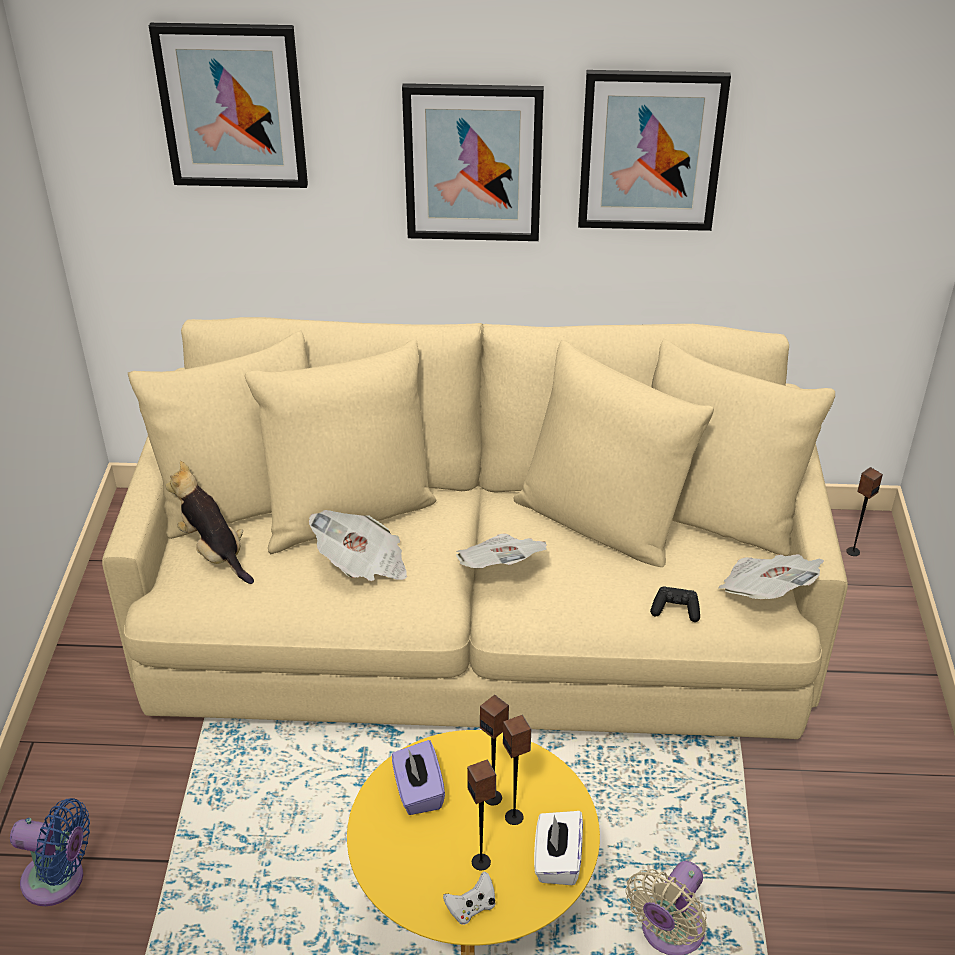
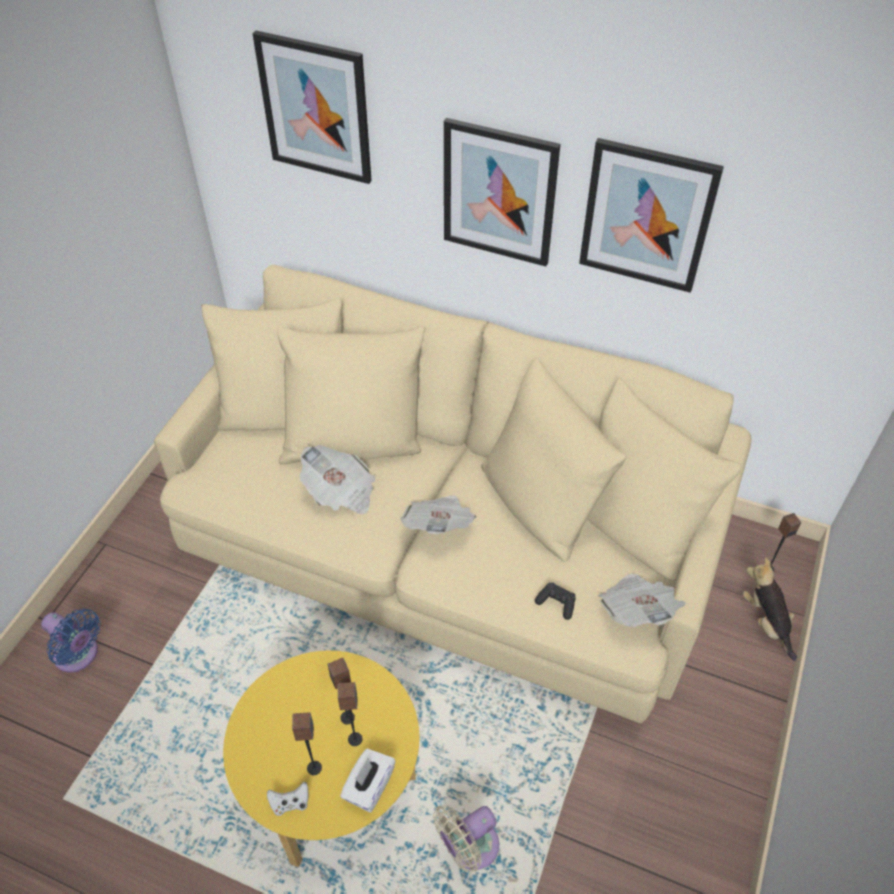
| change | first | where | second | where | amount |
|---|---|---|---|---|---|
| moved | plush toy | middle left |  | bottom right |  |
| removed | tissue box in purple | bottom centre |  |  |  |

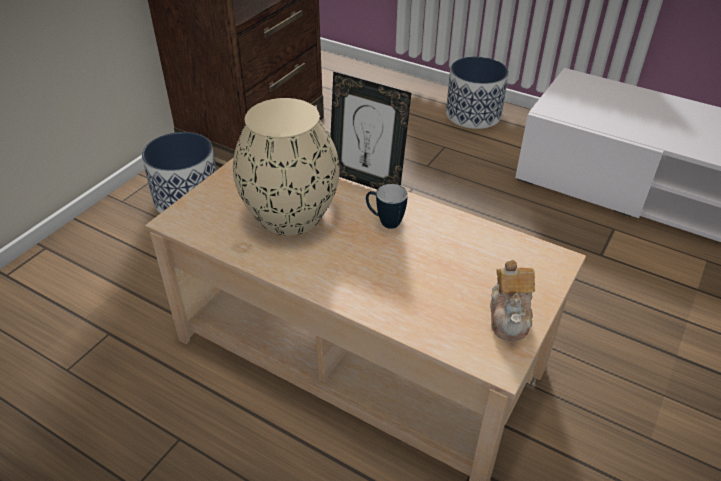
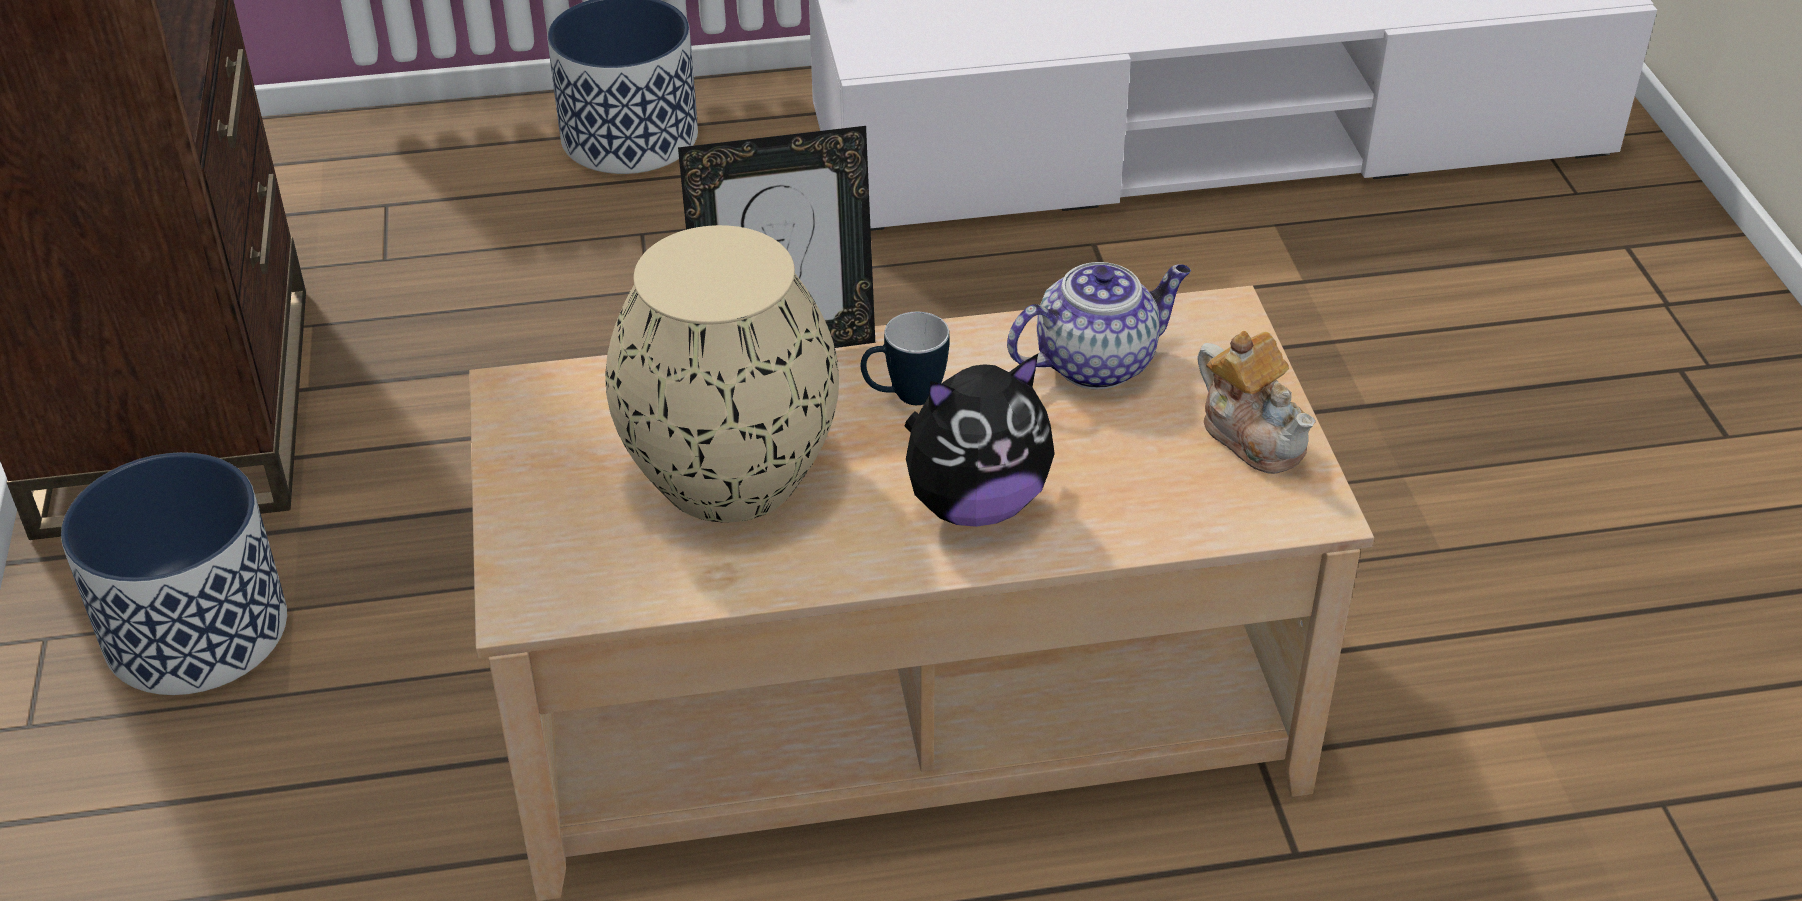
| change | first | where | second | where | amount |
|---|---|---|---|---|---|
| added |  |  | teapot (1st from left) | centre |  |
| added |  |  | plush toy | centre |  |

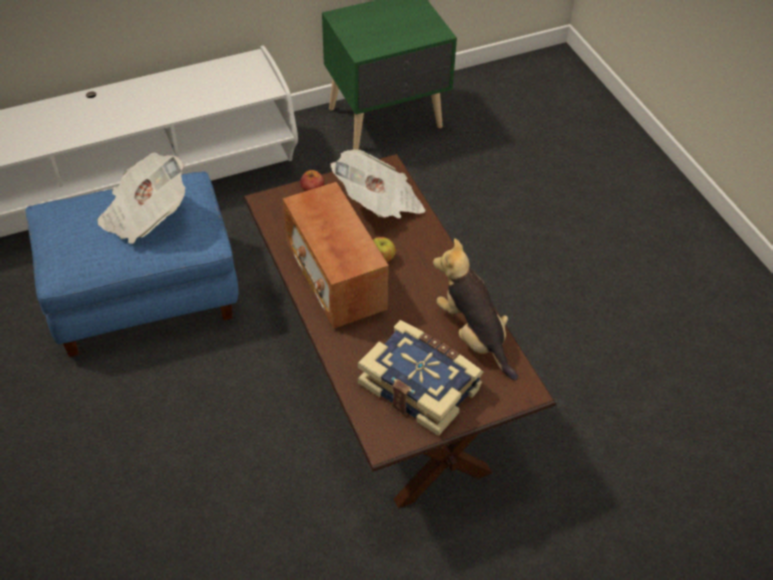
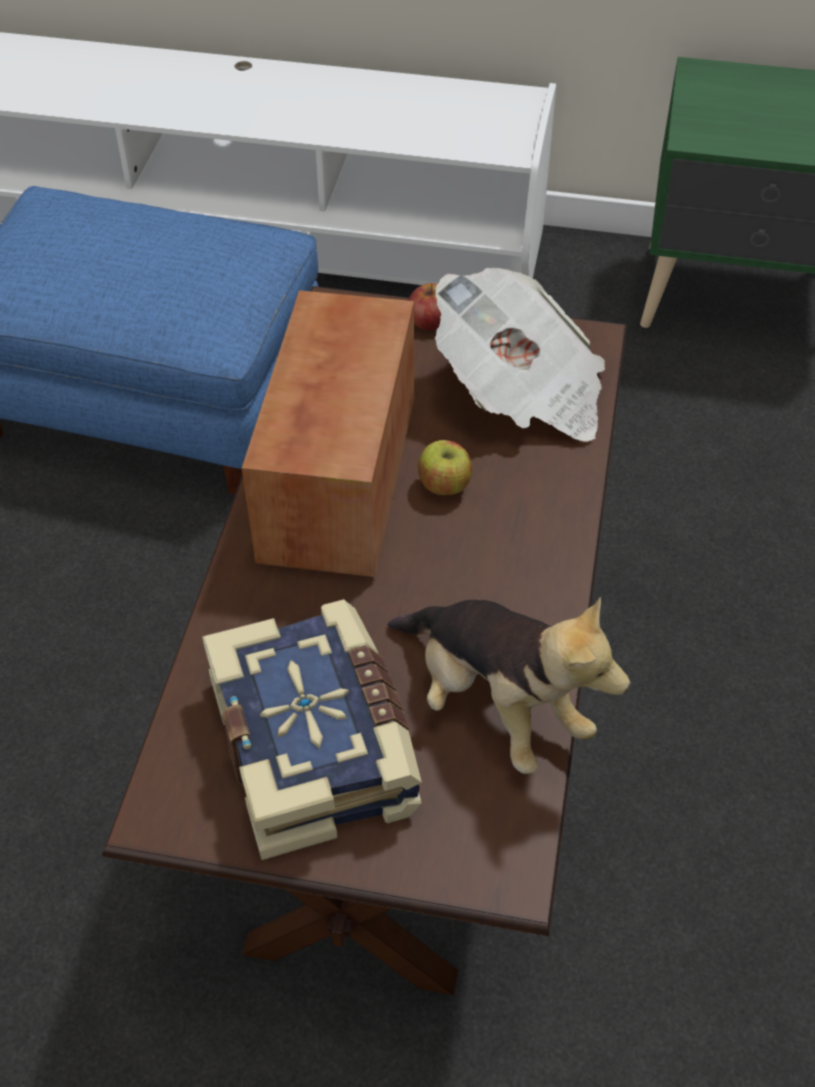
| change | first | where | second | where | amount |
|---|---|---|---|---|---|
| removed | newspaper (1st from left) | middle left |  |  |  |
| turned | plush toy | centre |  | centre | 135 degrees clockwise |

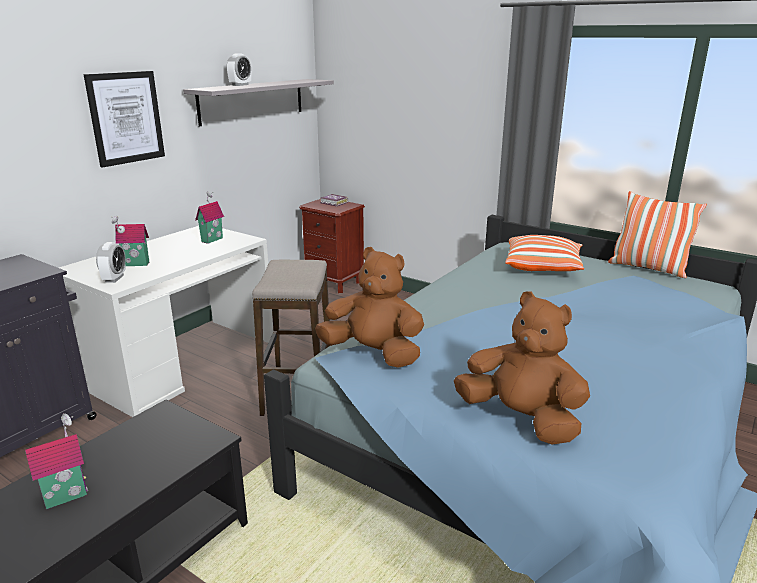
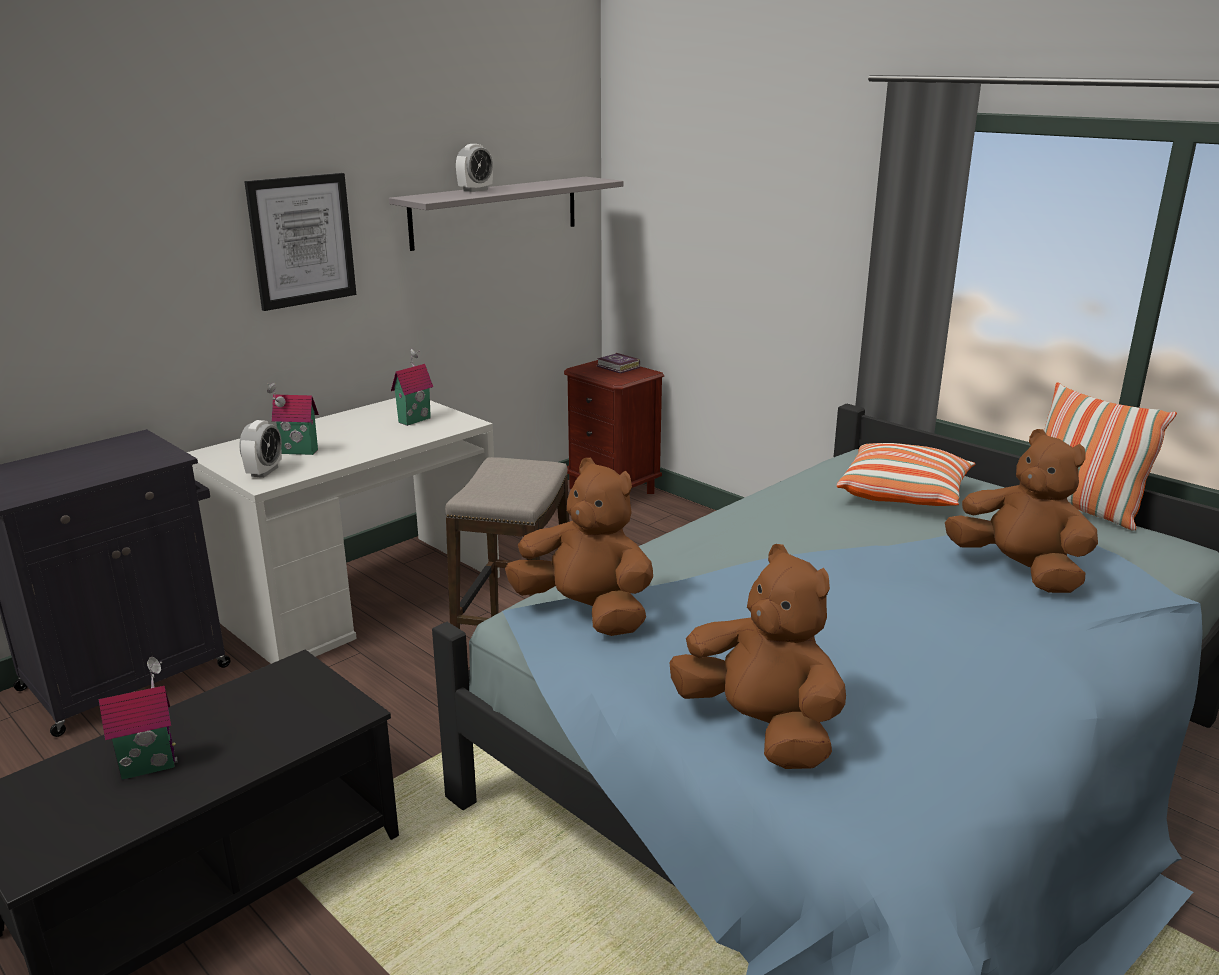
| change | first | where | second | where | amount |
|---|---|---|---|---|---|
| added |  |  | plush toy in brown (3rd from left) | middle right |  |

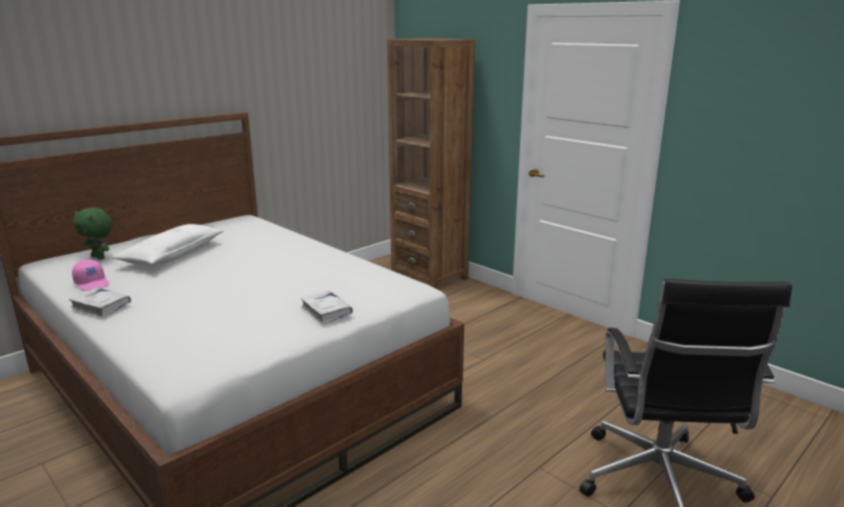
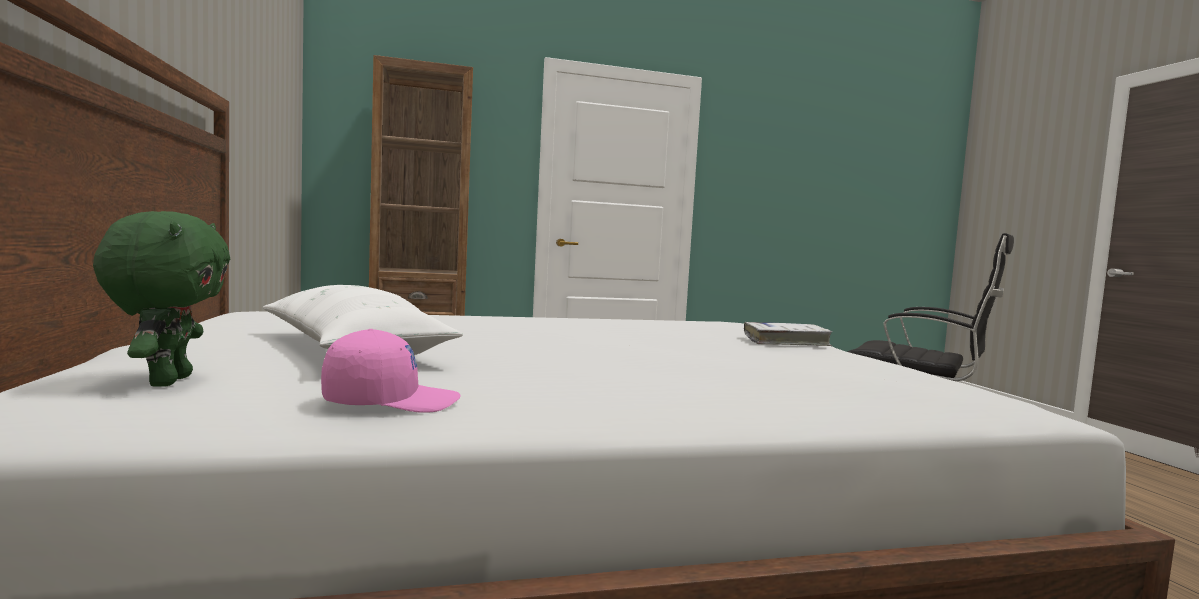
| change | first | where | second | where | amount |
|---|---|---|---|---|---|
| turned | plush toy in green | middle left |  | middle left | 75 degrees counterclockwise |
| removed | book in white (1st from left) | middle left |  |  |  |

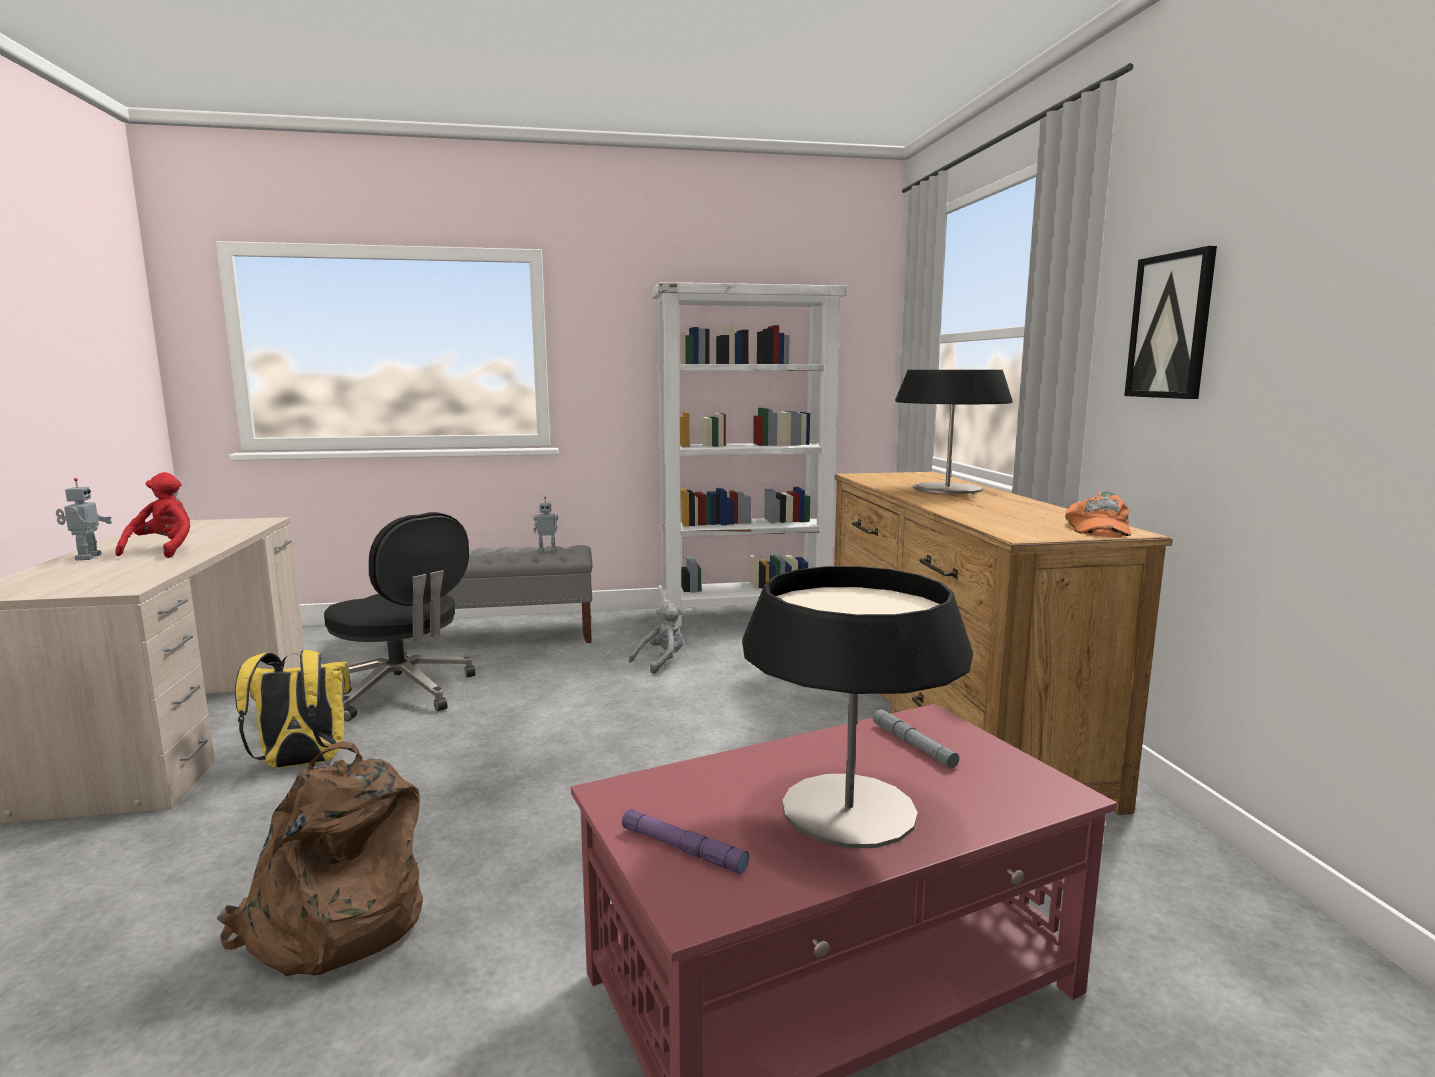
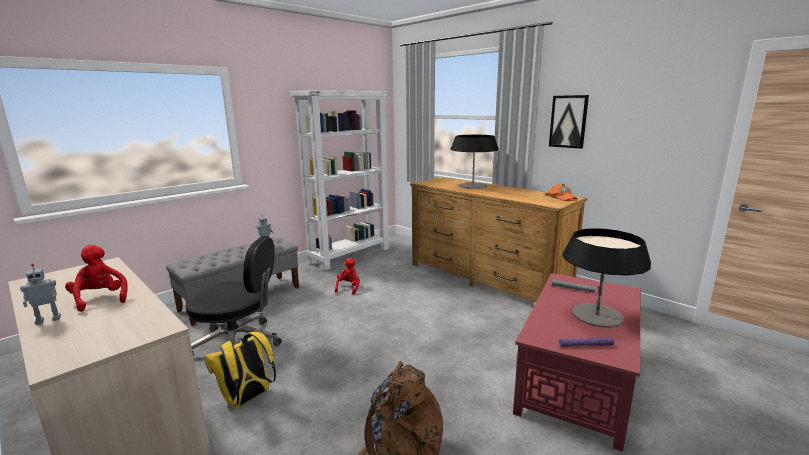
| change | first | where | second | where | amount |
|---|---|---|---|---|---|
| turned | toy robot (1st from left) | middle left |  | middle left | 105 degrees clockwise |
| recoloured | plush toy in grey | centre | plush toy in red (2nd from left) | centre |  |

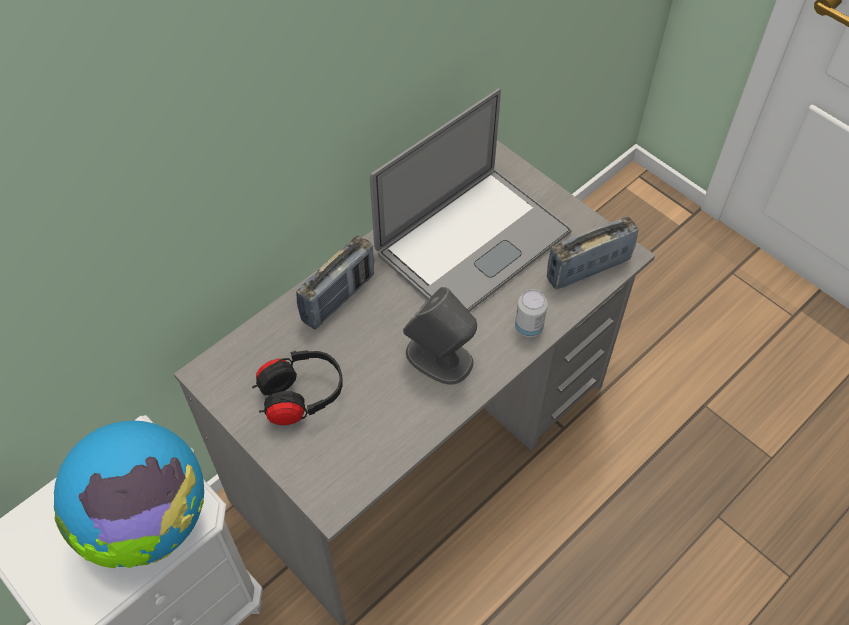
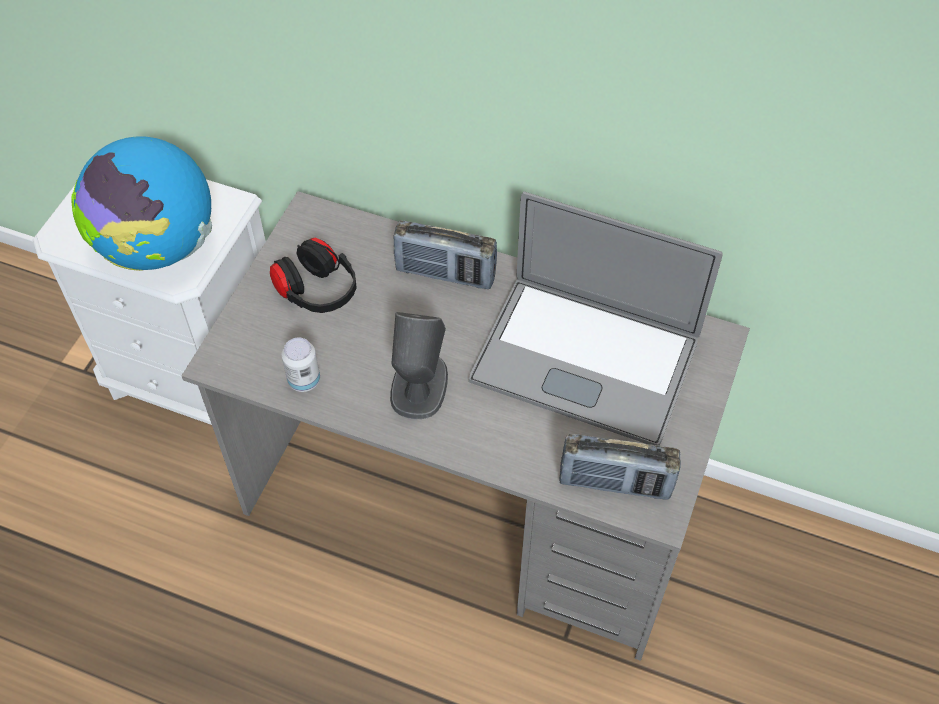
| change | first | where | second | where | amount |
|---|---|---|---|---|---|
| turned | radio (2nd from left) | middle right |  | centre | 150 degrees clockwise |
| moved | can | centre |  | middle left |  |

